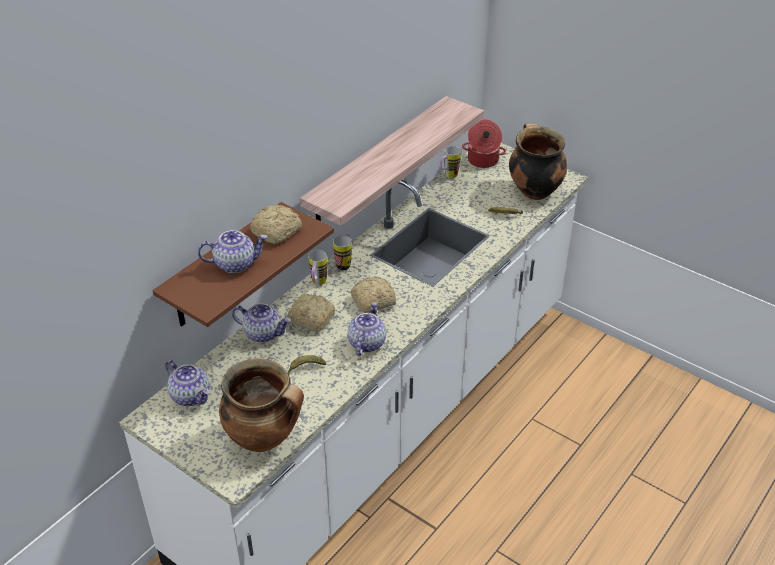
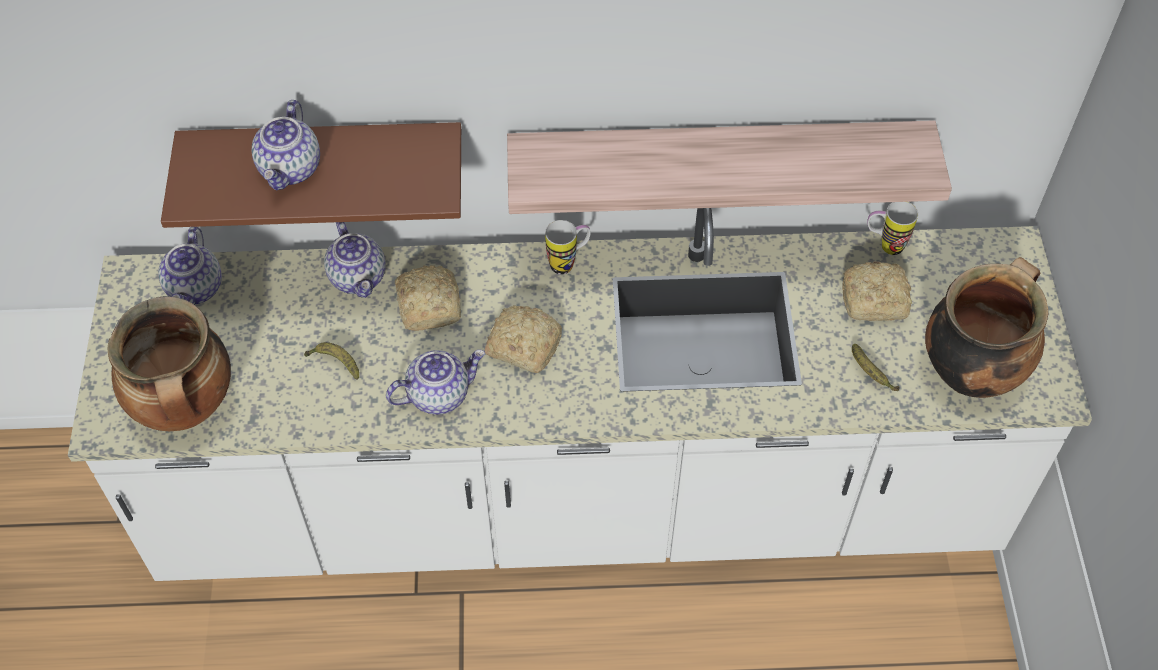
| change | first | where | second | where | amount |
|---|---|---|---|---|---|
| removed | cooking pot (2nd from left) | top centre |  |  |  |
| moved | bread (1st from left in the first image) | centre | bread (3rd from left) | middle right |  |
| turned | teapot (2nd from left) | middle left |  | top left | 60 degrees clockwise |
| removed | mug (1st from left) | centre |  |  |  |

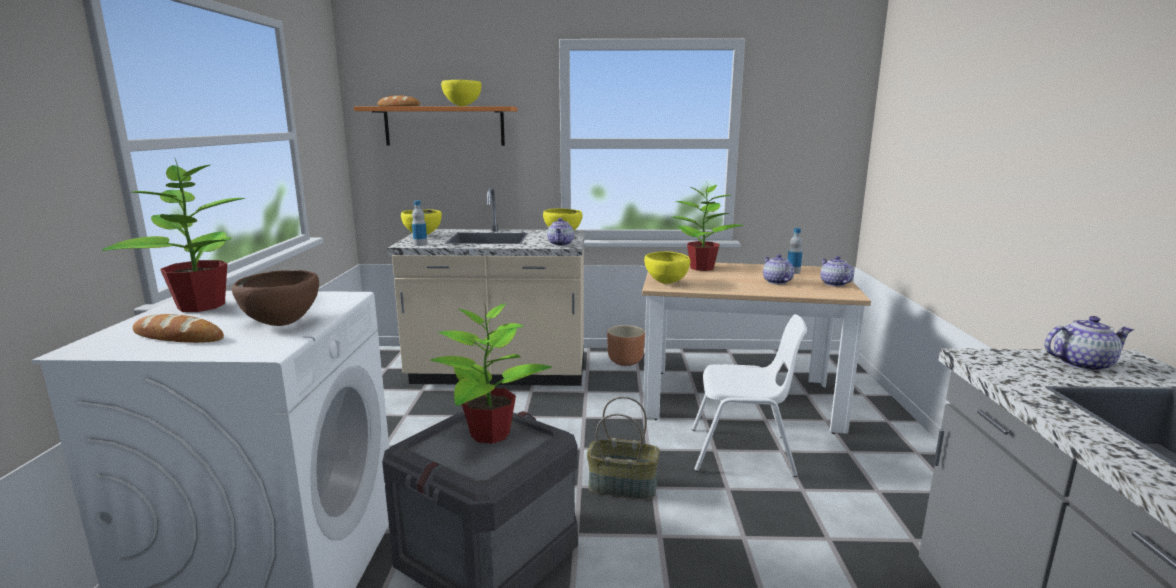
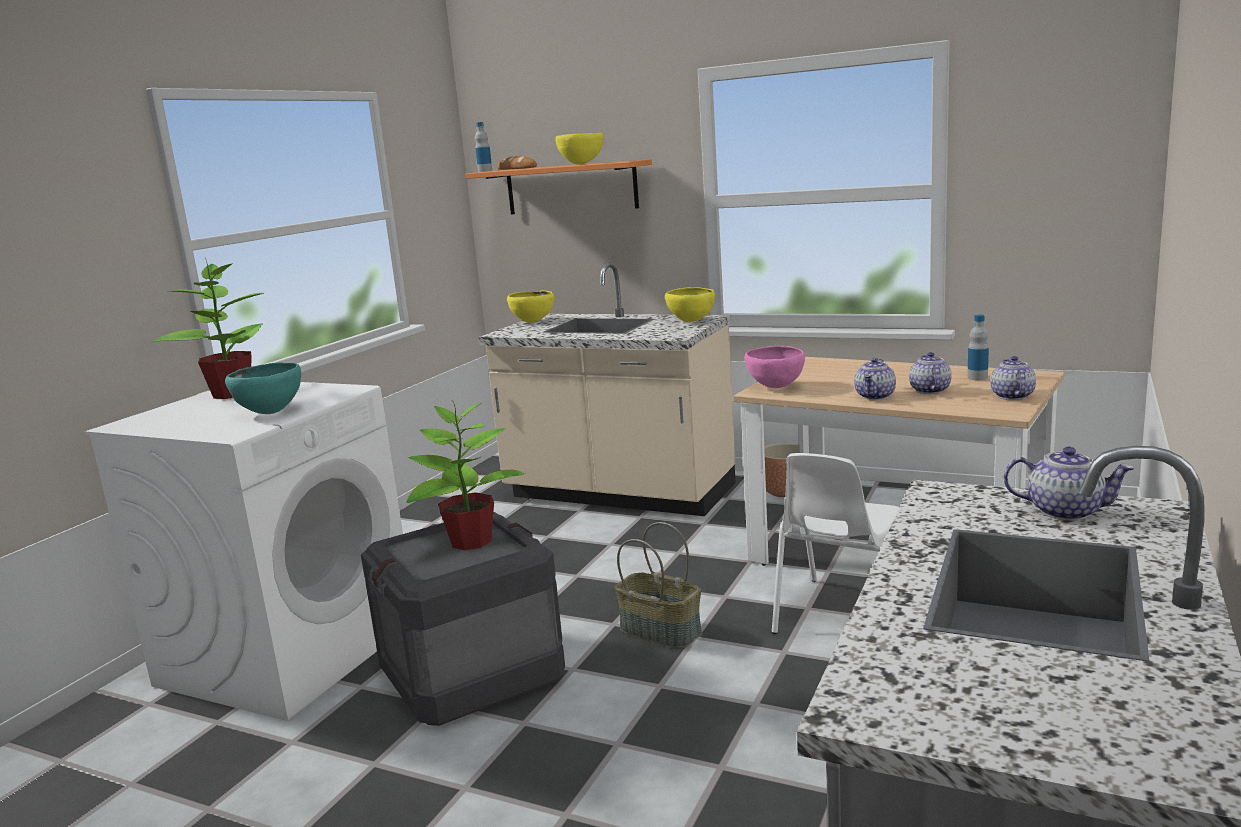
| change | first | where | second | where | amount |
|---|---|---|---|---|---|
| removed | potted plant (3rd from left) | centre |  |  |  |
| moved | bottle (1st from left) | centre |  | top centre |  |
| moved | teapot (1st from left) | centre |  | middle right |  |
| recoloured | bowl in yellow (4th from left) | centre | bowl in pink | centre |  |
| recoloured | bowl in brown | middle left | bowl in turquoise | middle left |  |
| removed | bread (1st from left) | middle left |  |  |  |
| turned | chair in white | bottom centre |  | middle right | 90 degrees clockwise |

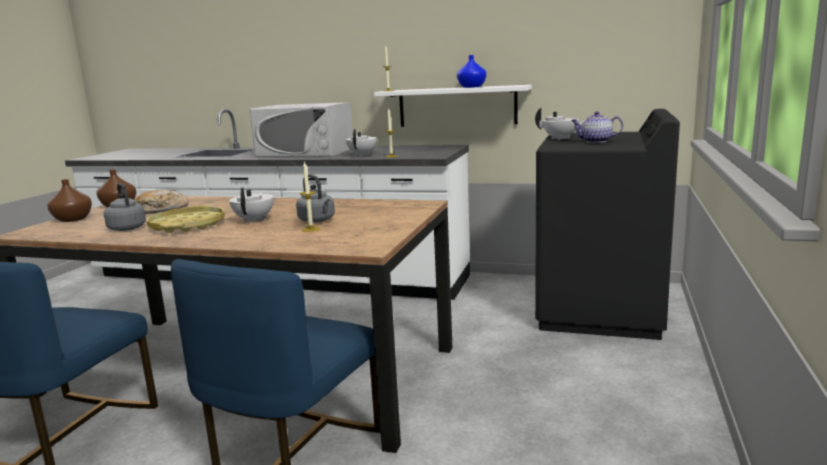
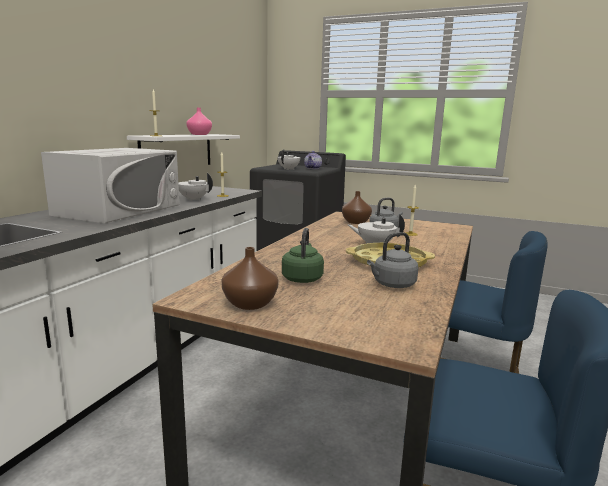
| change | first | where | second | where | amount |
|---|---|---|---|---|---|
| recoloured | vase in blue | top centre | vase in pink | top left |  |
| moved | vase in brown (1st from left in the first image) | middle left | vase in brown (2nd from left) | centre |  |
| replaced | bread | middle left | kettle in green | centre |  |

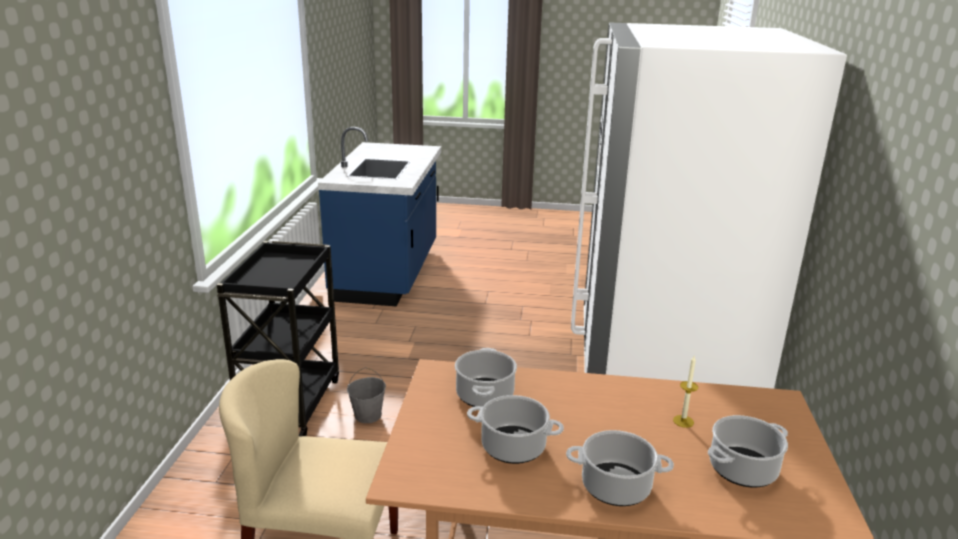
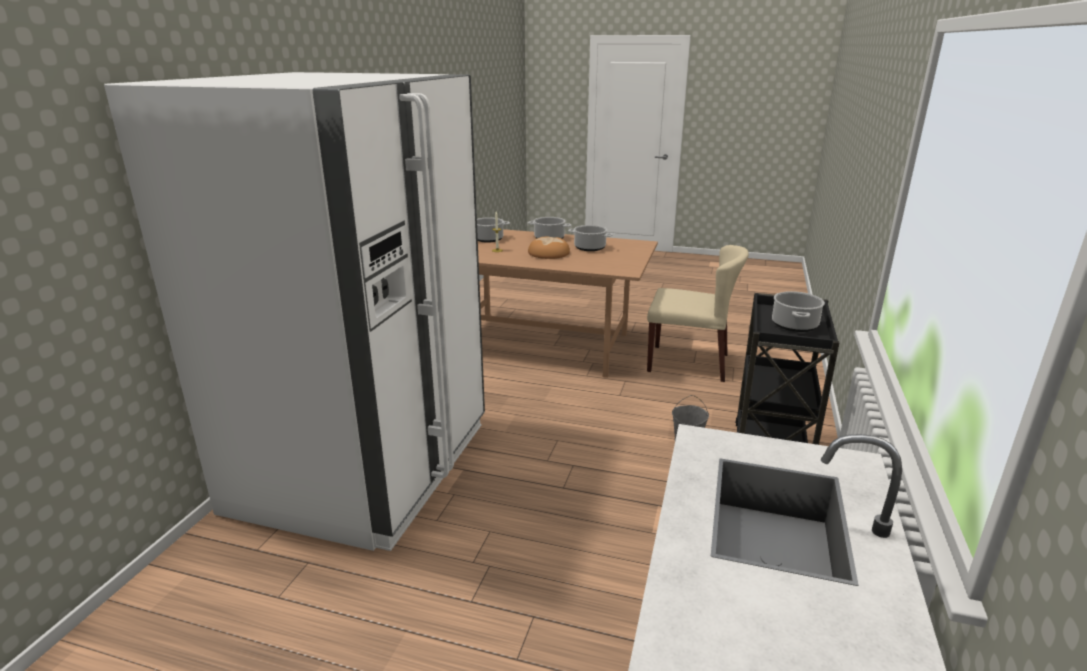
| change | first | where | second | where | amount |
|---|---|---|---|---|---|
| moved | cooking pot (1st from left in the first image) | bottom centre | cooking pot (4th from left) | middle right |  |
| added |  |  | bread | centre |  |

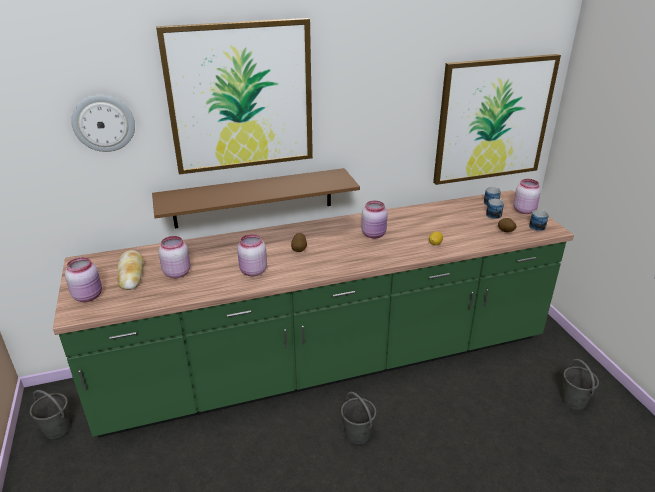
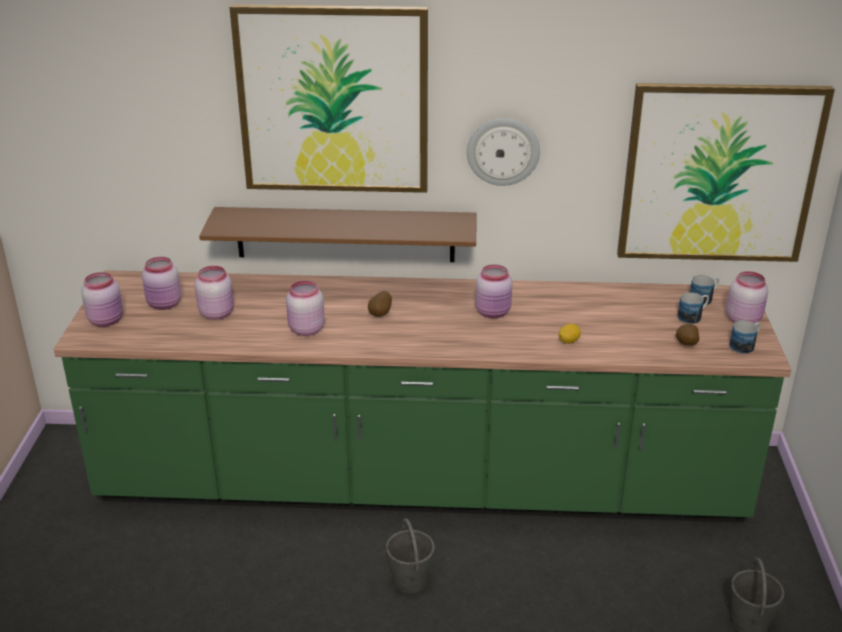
| change | first | where | second | where | amount |
|---|---|---|---|---|---|
| moved | wall clock | top left |  | top centre |  |
| replaced | bread | middle left | jar in pink (2nd from left) | middle left |  |
| removed | bucket in grey (1st from left) | bottom left |  |  |  |

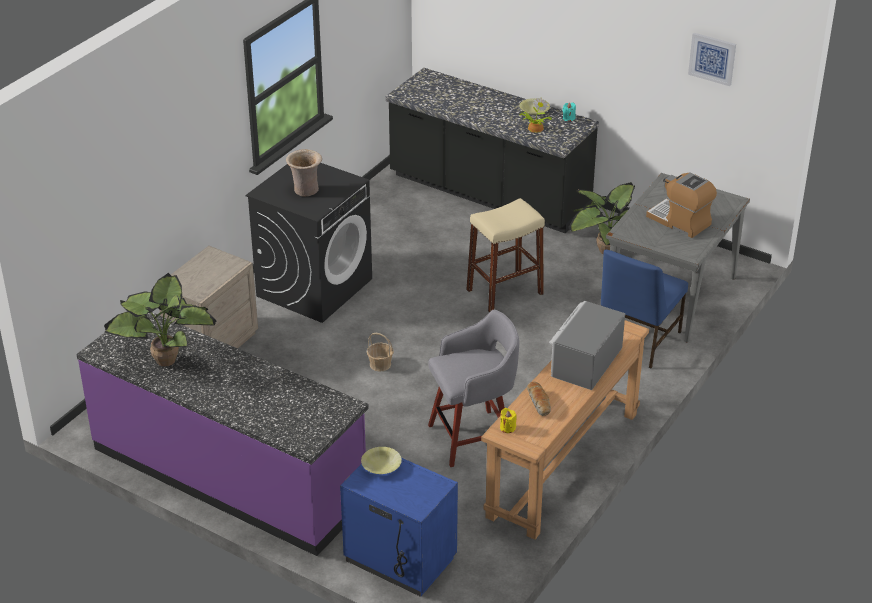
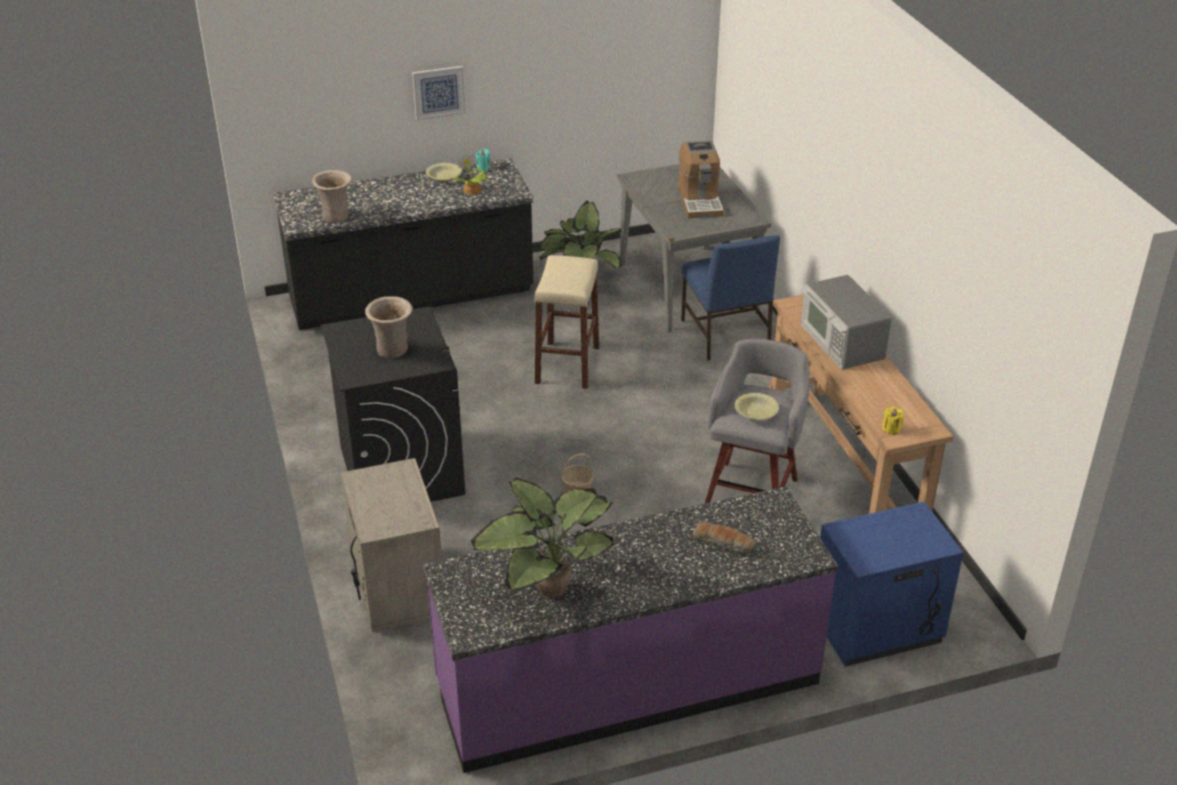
| change | first | where | second | where | amount |
|---|---|---|---|---|---|
| moved | picture | top right |  | top centre |  |
| turned | coffee machine | middle right |  | top centre | 90 degrees counterclockwise |
| moved | bread | centre |  | bottom centre |  |
| moved | bowl in yellow (1st from left in the first image) | bottom centre | bowl in yellow (2nd from left) | centre |  |
| added |  |  | vase in beige (1st from left) | top left |  |

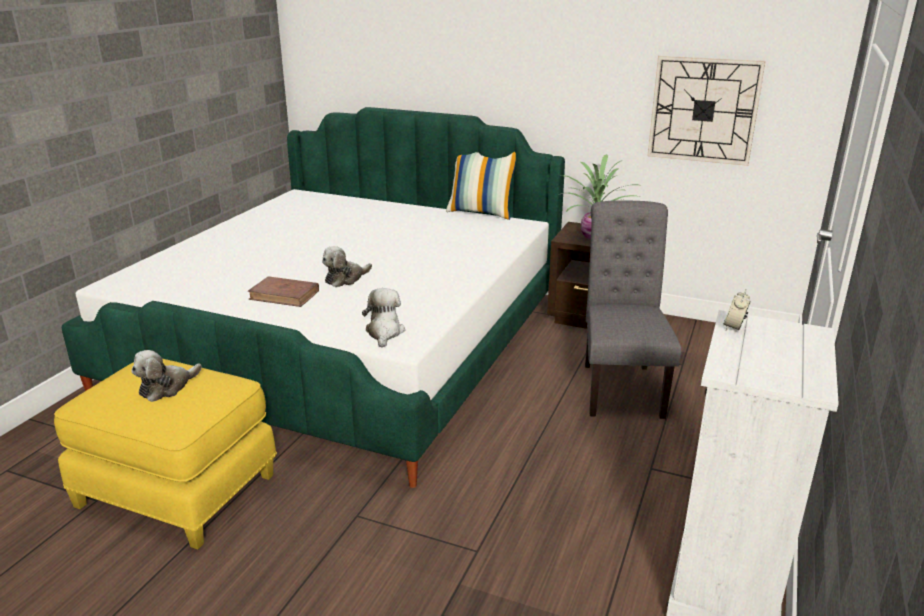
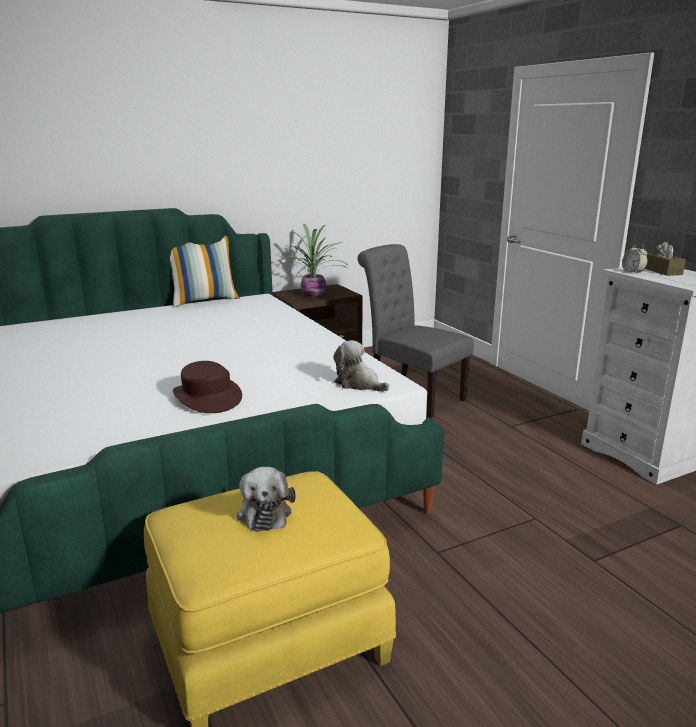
| change | first | where | second | where | amount |
|---|---|---|---|---|---|
| removed | wall clock | top right |  |  |  |
| removed | plush toy (2nd from left) | centre |  |  |  |
| replaced | book in brown | middle left | hat in brown | middle left |  |
| added |  |  | tissue box in brown | middle right |  |

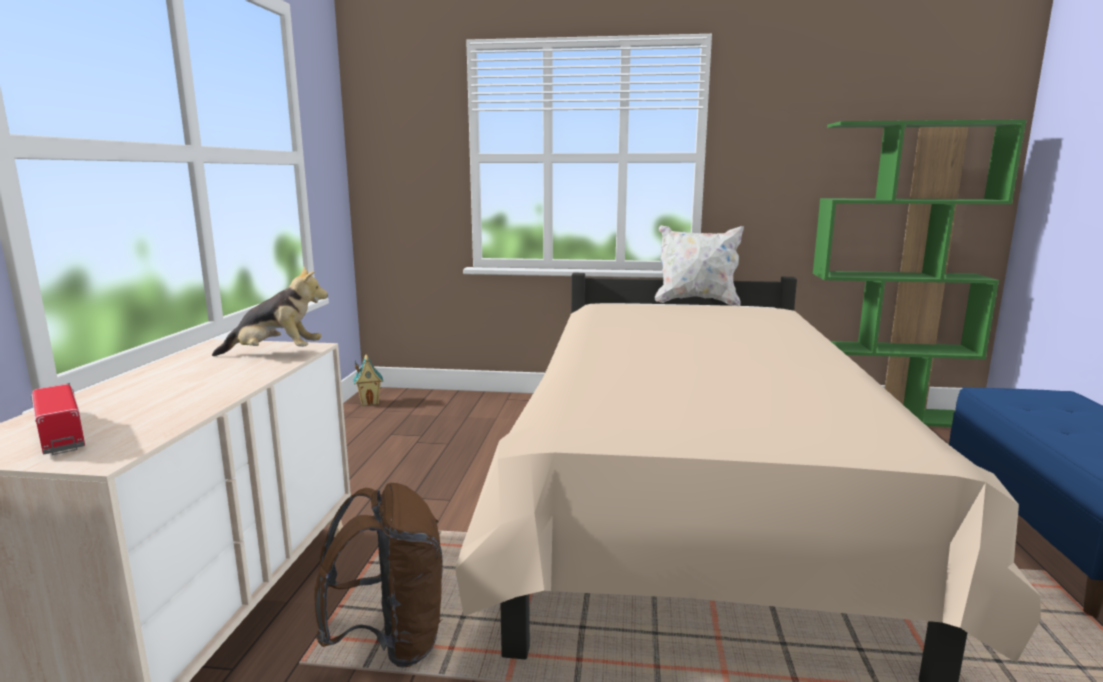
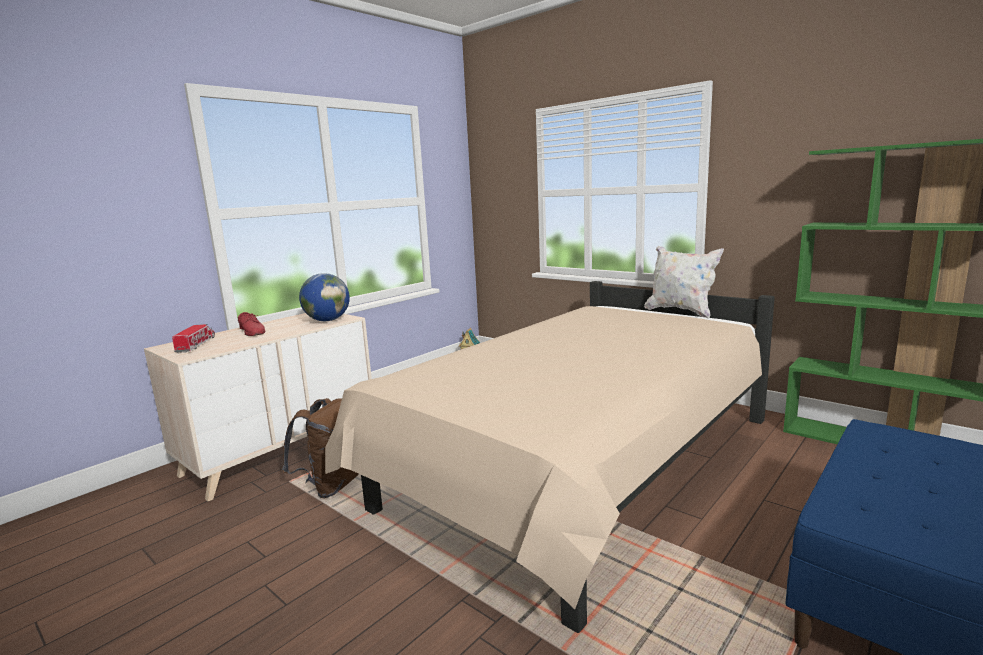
| change | first | where | second | where | amount |
|---|---|---|---|---|---|
| replaced | plush toy | middle left | globe | middle left |  |
| added |  |  | shoe in red | middle left |  |

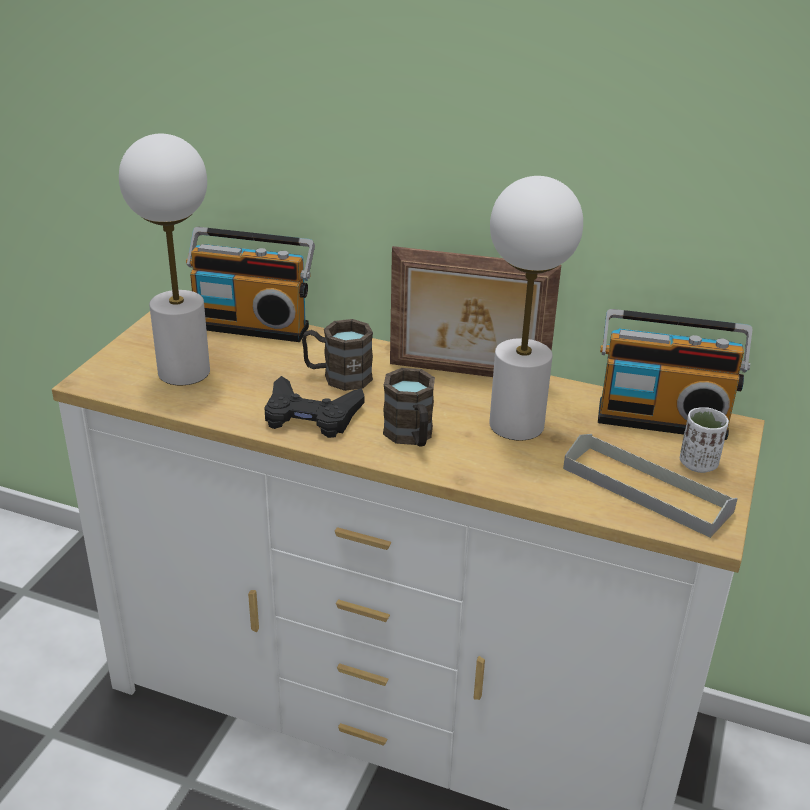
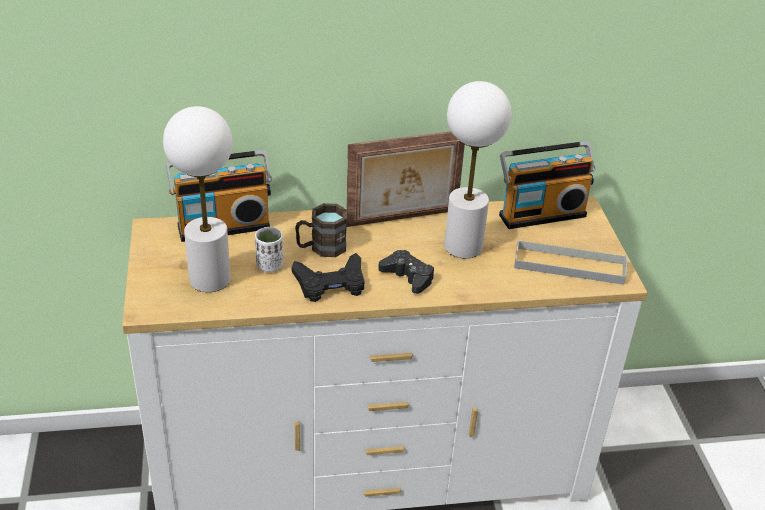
| change | first | where | second | where | amount |
|---|---|---|---|---|---|
| replaced | mug in brown (2nd from left) | centre | game controller in black (2nd from left) | centre |  |
| moved | cup in white | middle right |  | centre |  |

